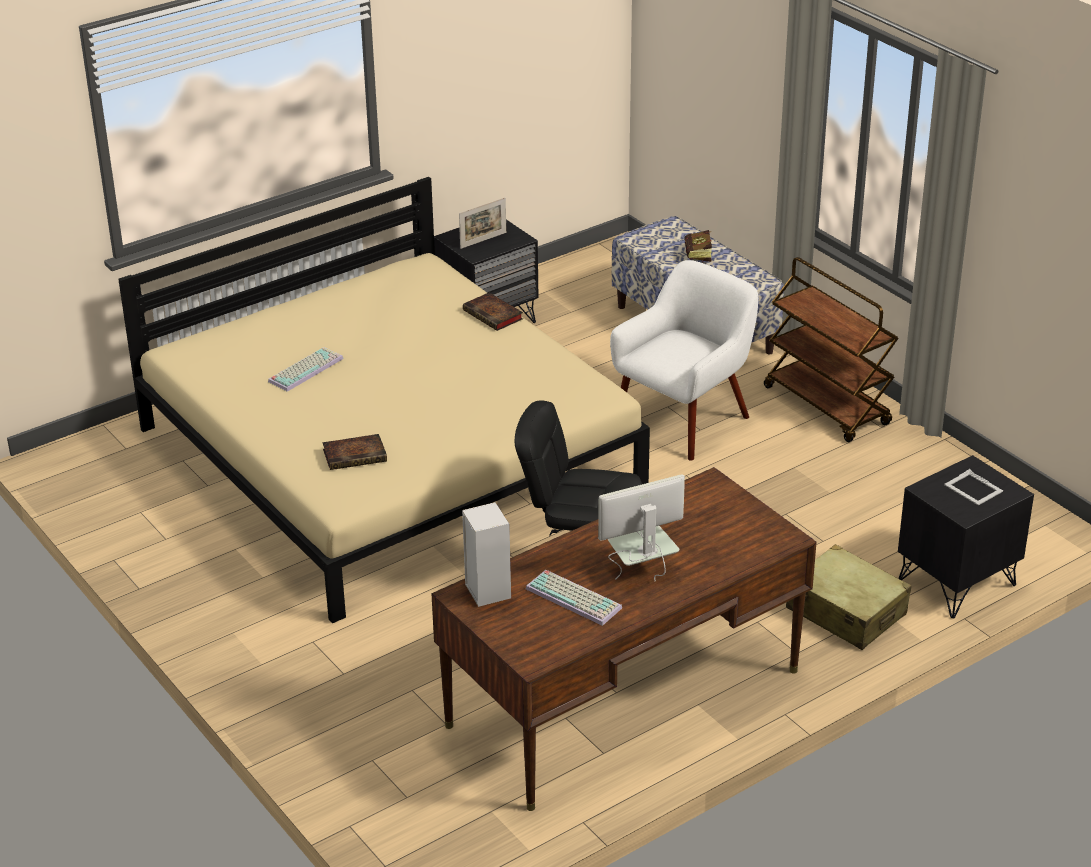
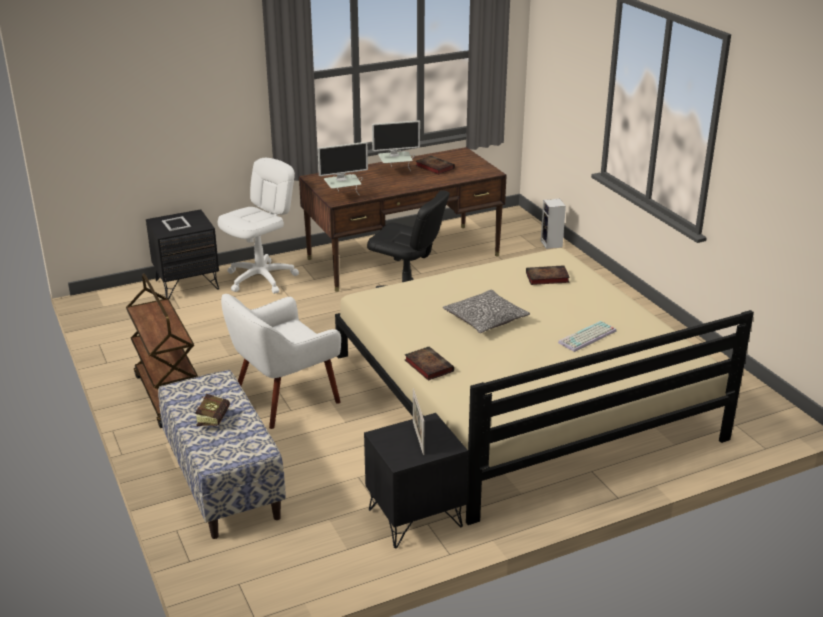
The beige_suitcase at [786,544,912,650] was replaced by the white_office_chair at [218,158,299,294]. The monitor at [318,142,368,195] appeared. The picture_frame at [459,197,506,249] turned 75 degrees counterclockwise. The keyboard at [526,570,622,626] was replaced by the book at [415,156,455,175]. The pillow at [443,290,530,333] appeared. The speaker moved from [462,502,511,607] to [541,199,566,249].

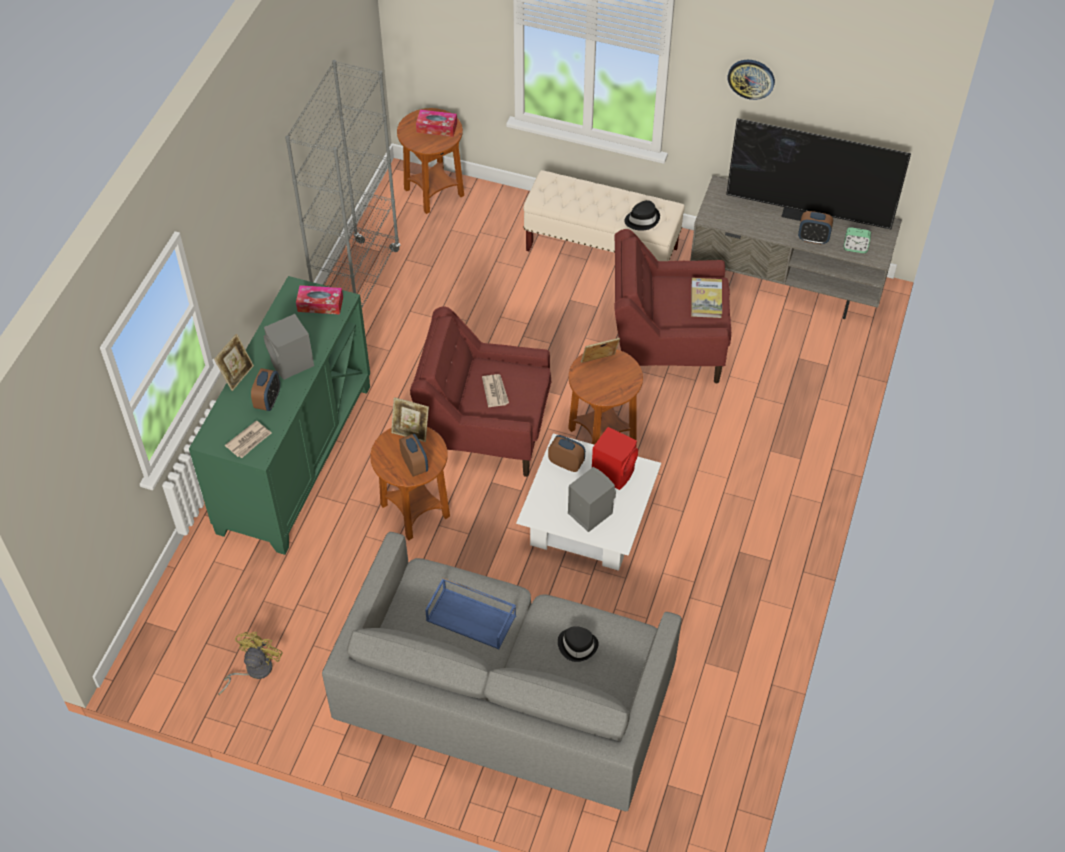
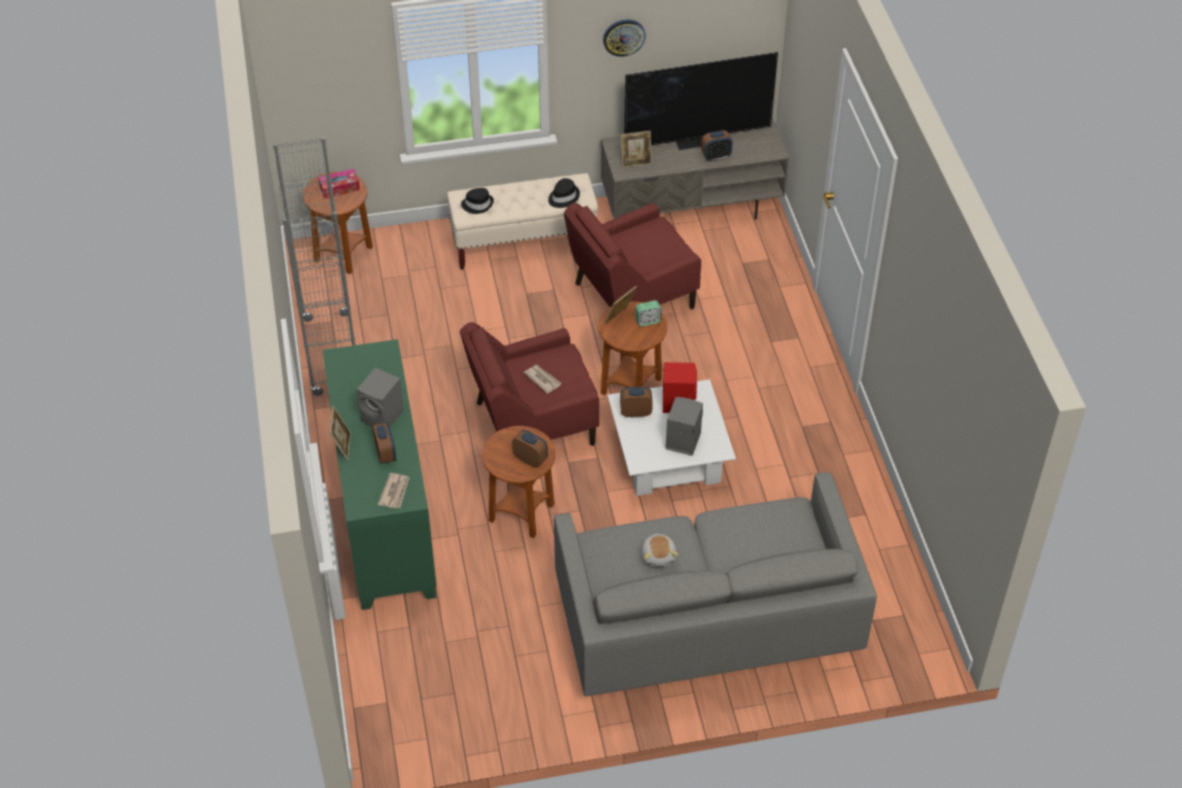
The black_hat moved from [558,626,599,662] to [461,188,494,214]. The picture_frame moved from [391,397,429,442] to [621,131,652,168]. The alarm_clock moved from [843,227,871,253] to [635,300,662,327]. The blue_tray at [425,577,516,649] was replaced by the plush_toy at [641,533,679,567]. The yellow_fan at [218,632,283,695] disappeared. The tissue_box at [296,285,343,315] disappeared. The book at [691,278,722,318] disappeared.

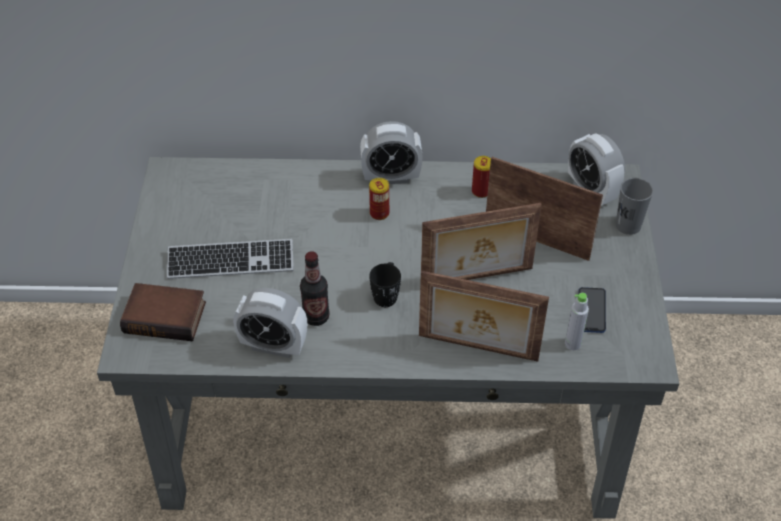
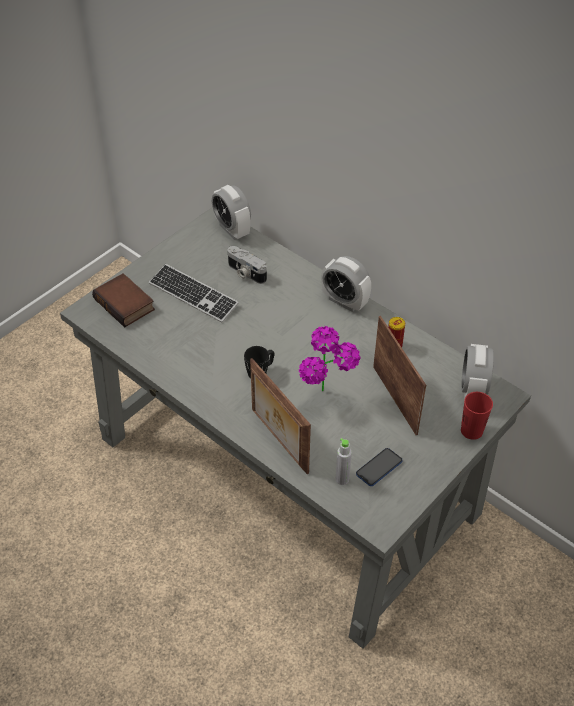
The alarm_clock moved from [233,288,307,358] to [212,185,251,240]. The photo_camera at [228,246,267,284] appeared. The picture_frame at [420,203,542,283] was replaced by the potted_plant at [299,326,361,391]. The grey_cup at [616,178,653,235] became the red_cup at [461,392,493,440]. The bottle at [300,251,330,326] disappeared. The can at [369,178,389,220] disappeared.

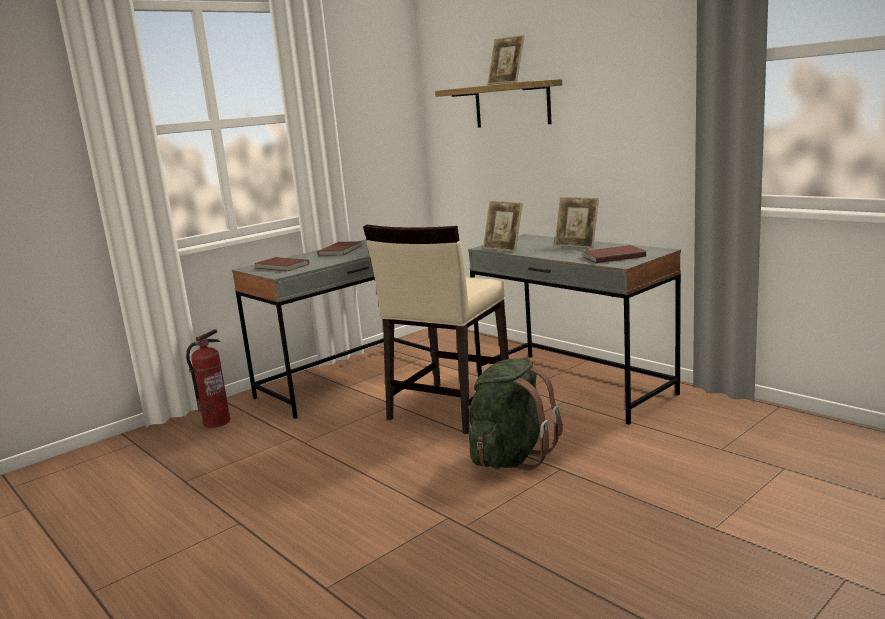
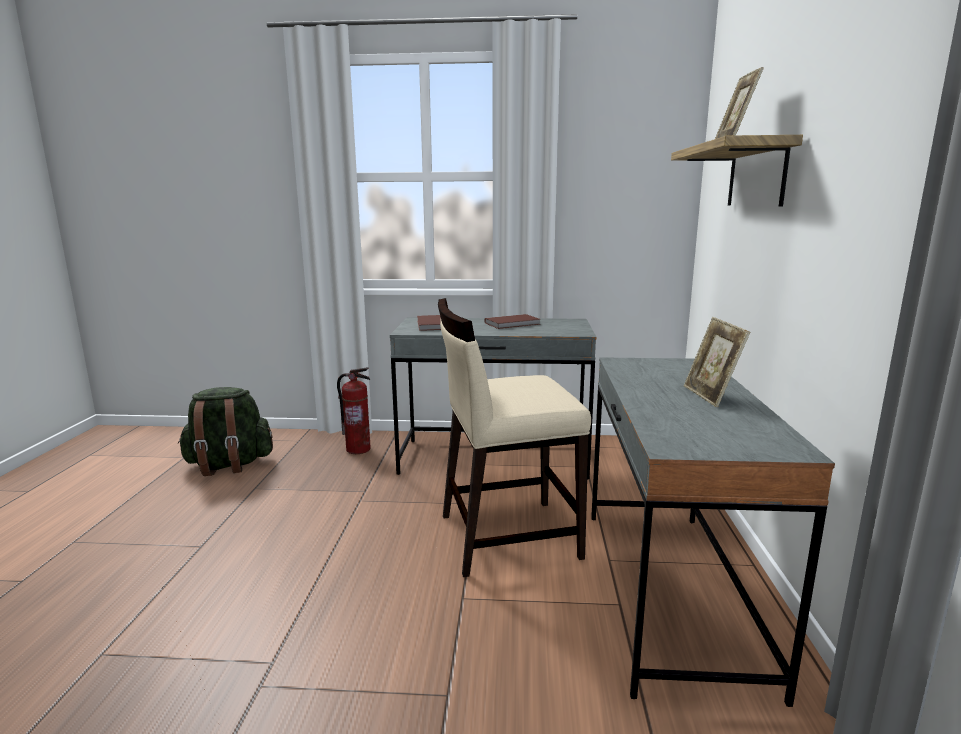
The green_backpack moved from [468,358,563,471] to [178,387,273,476]. The picture_frame at [483,201,523,252] disappeared. The brown_book at [582,245,646,263] disappeared.

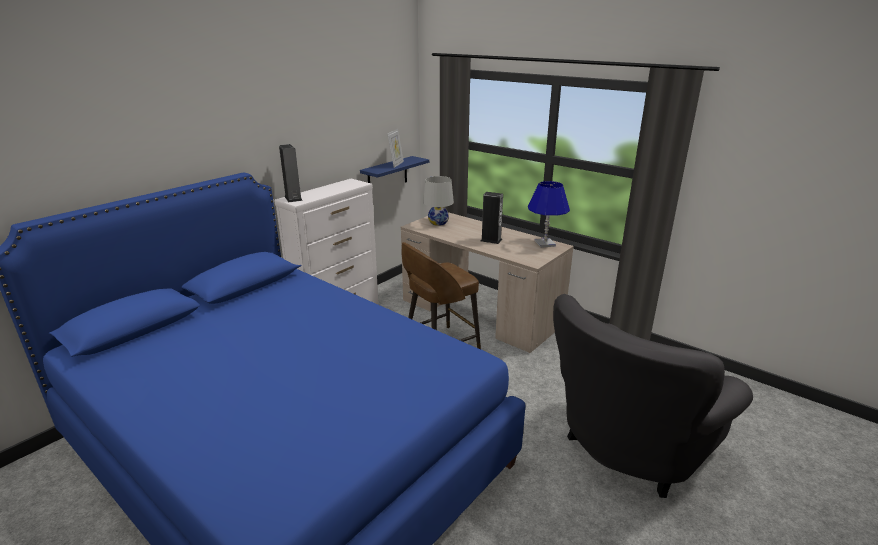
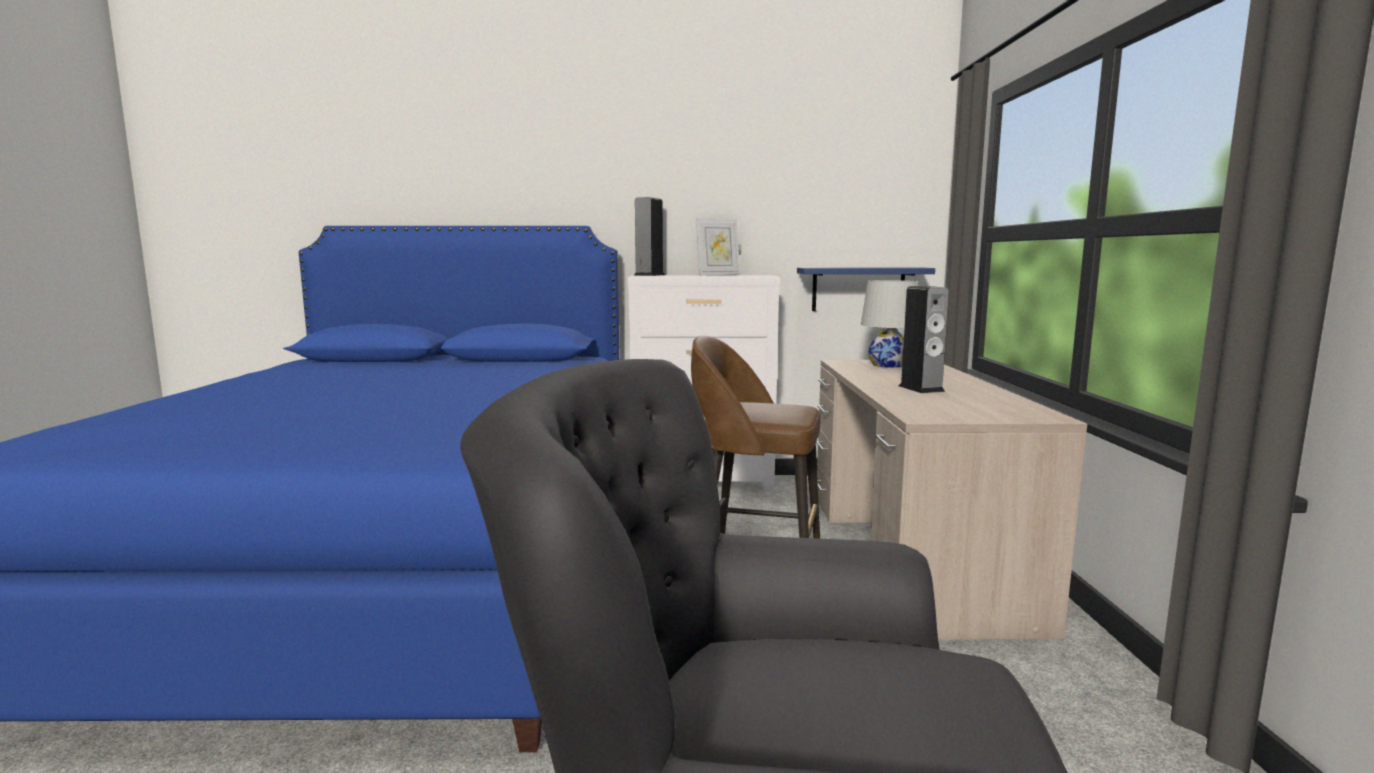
The picture_frame moved from [387,129,404,168] to [696,218,740,275]. The blue_table_lamp at [528,181,570,248] disappeared.

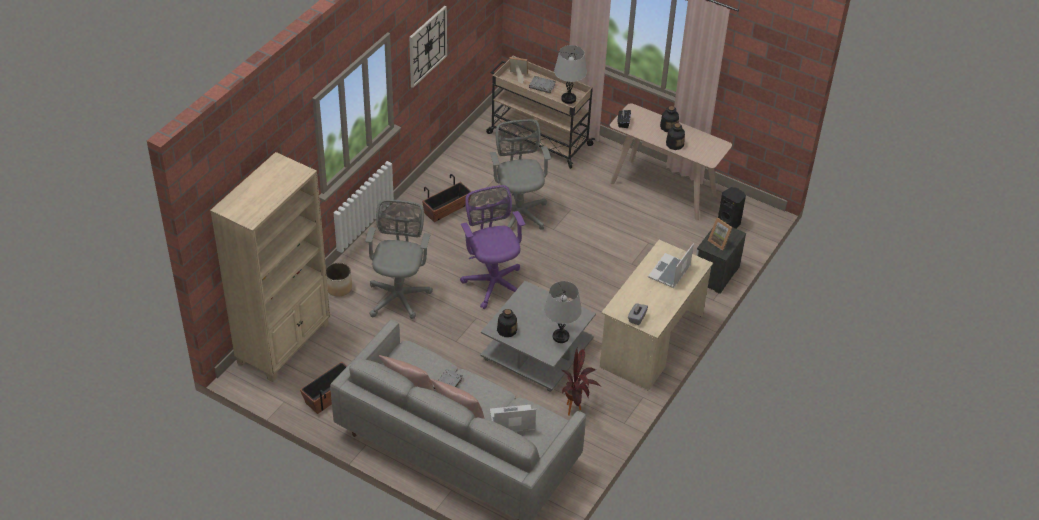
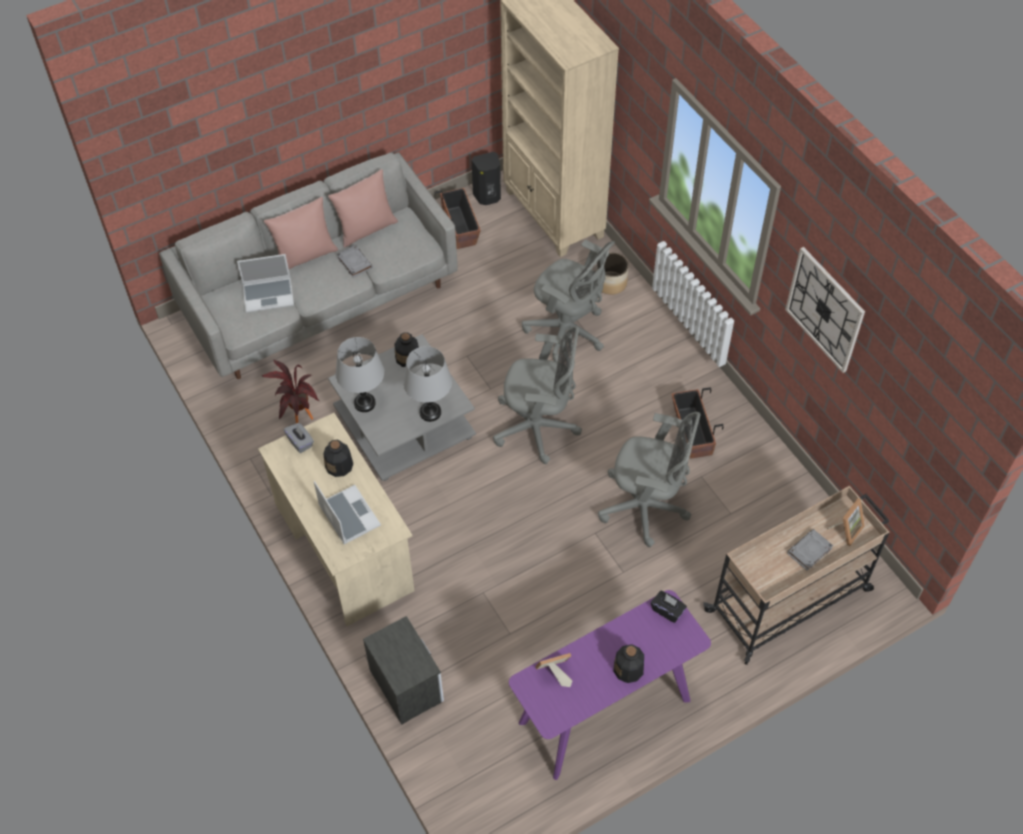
The laptop at [490,405,536,432] turned 60 degrees clockwise. The bottle moved from [666,123,685,150] to [324,440,353,477]. The grey_table_lamp moved from [554,45,587,104] to [403,346,452,422]. The black_speaker moved from [718,187,746,229] to [472,152,501,205]. The purple_office_chair at [460,185,525,309] became the grey_office_chair at [493,326,582,464]. The beige_console_table at [610,103,732,221] became the purple_console_table at [509,590,711,780]. The picture_frame moved from [708,218,733,251] to [535,653,573,687].

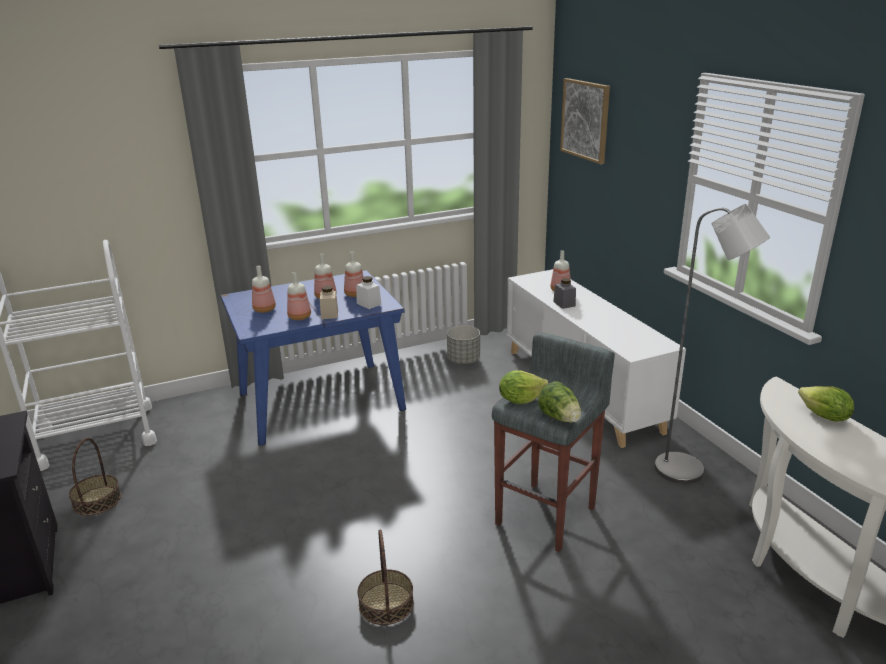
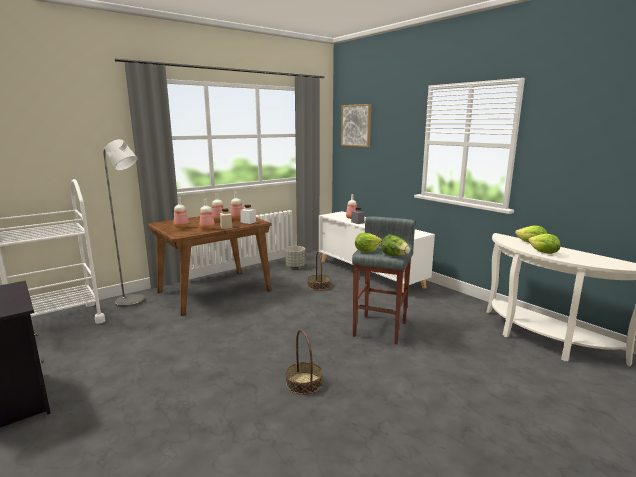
The grey_floor_lamp moved from [655,204,770,484] to [103,139,145,307]. The blue_dining_table at [220,270,406,446] became the brown_dining_table at [147,212,272,316]. The basket moved from [69,438,121,516] to [308,251,330,291]. The lettuce at [528,234,560,254] appeared.

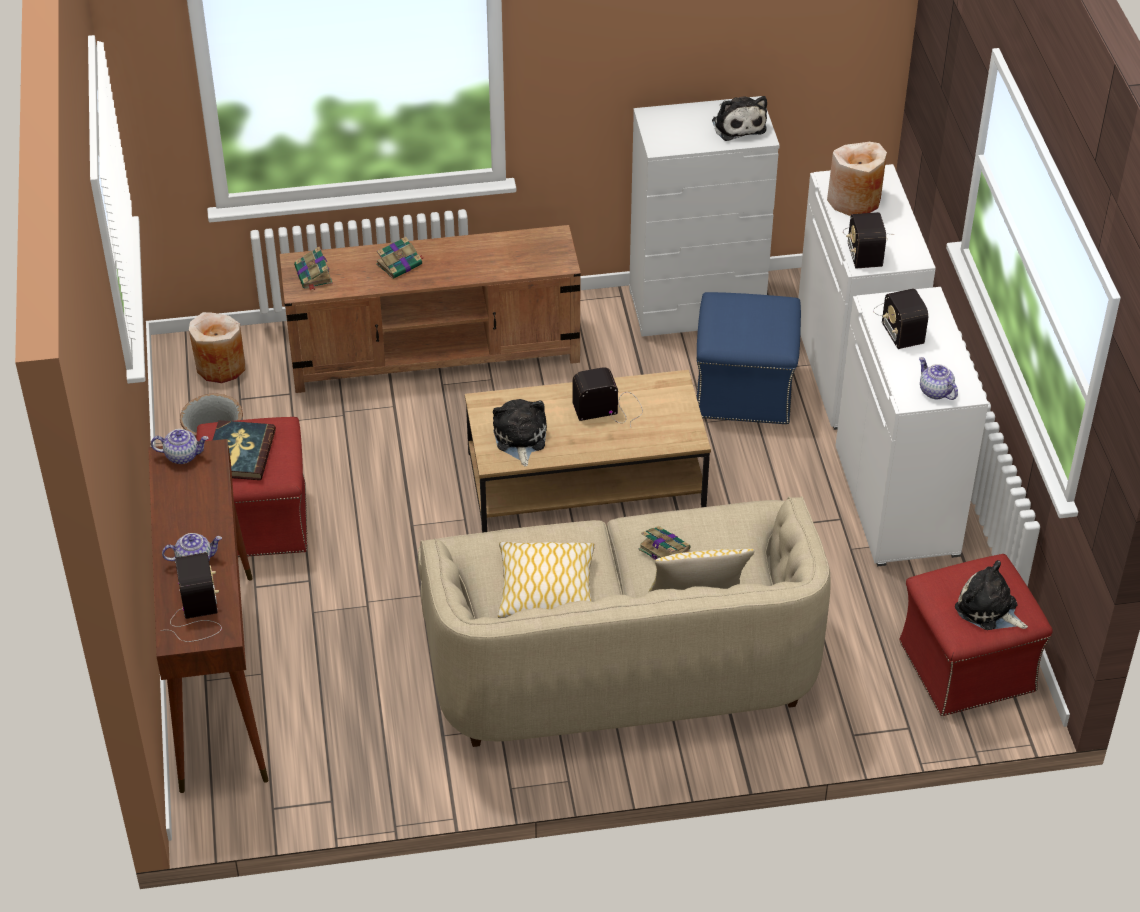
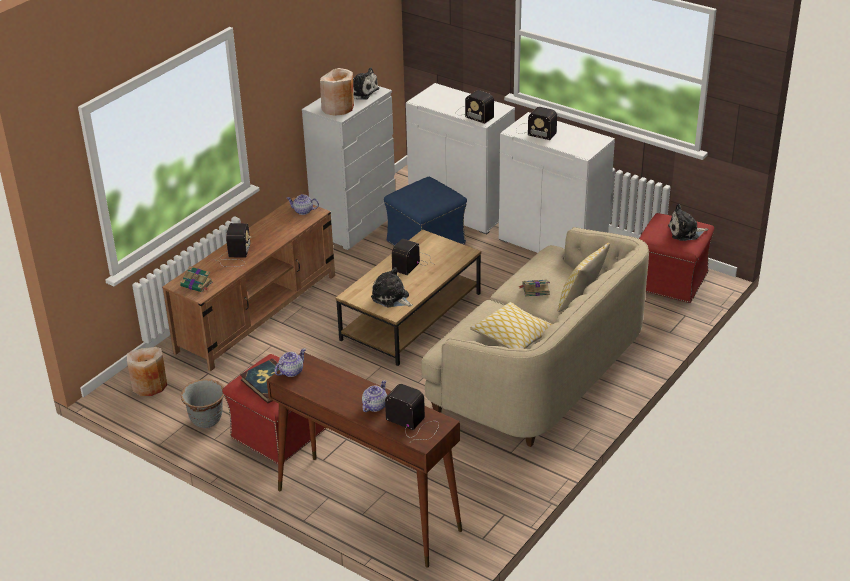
The book at [376,236,423,279] was replaced by the radio at [217,223,252,267]. The teapot moved from [919,357,958,400] to [287,194,319,215]. The beige_vase moved from [827,142,887,216] to [320,68,354,116].

